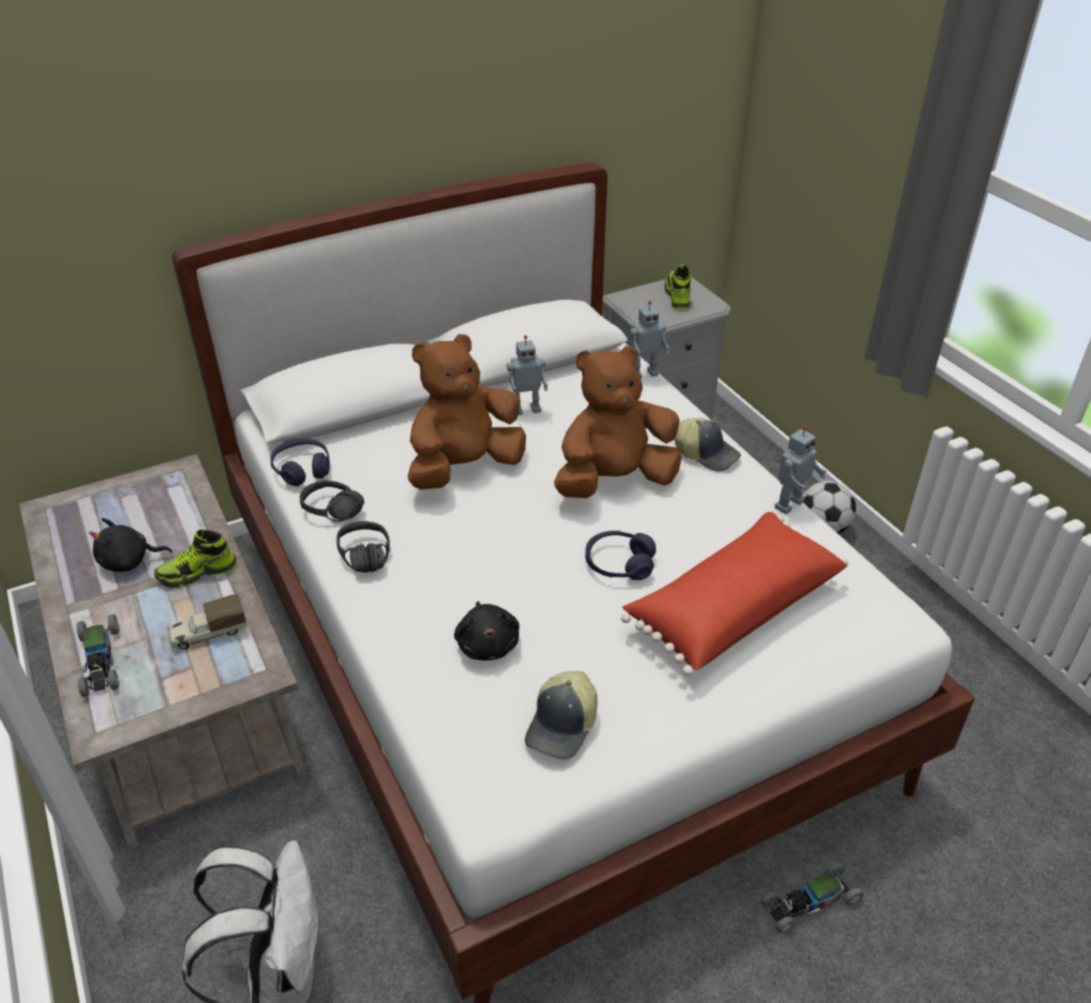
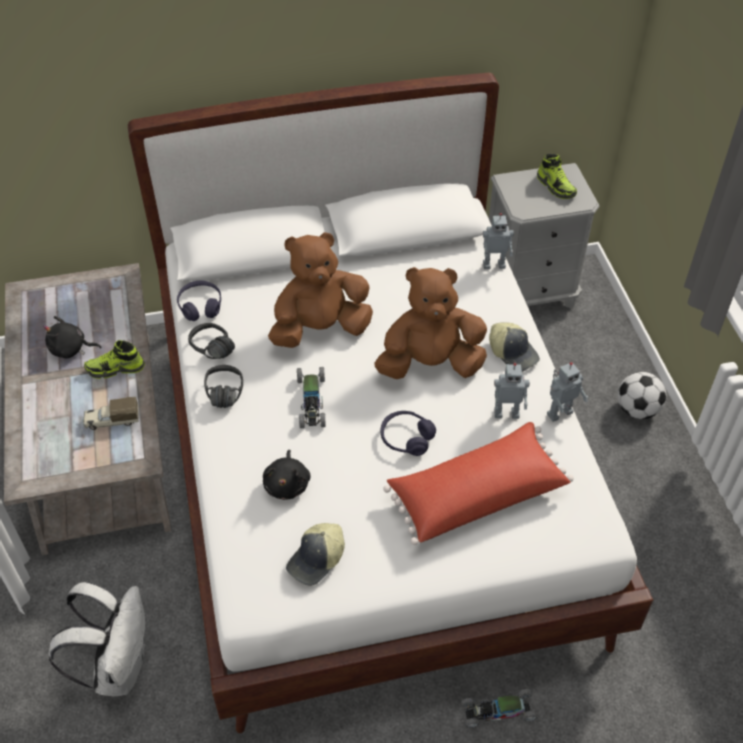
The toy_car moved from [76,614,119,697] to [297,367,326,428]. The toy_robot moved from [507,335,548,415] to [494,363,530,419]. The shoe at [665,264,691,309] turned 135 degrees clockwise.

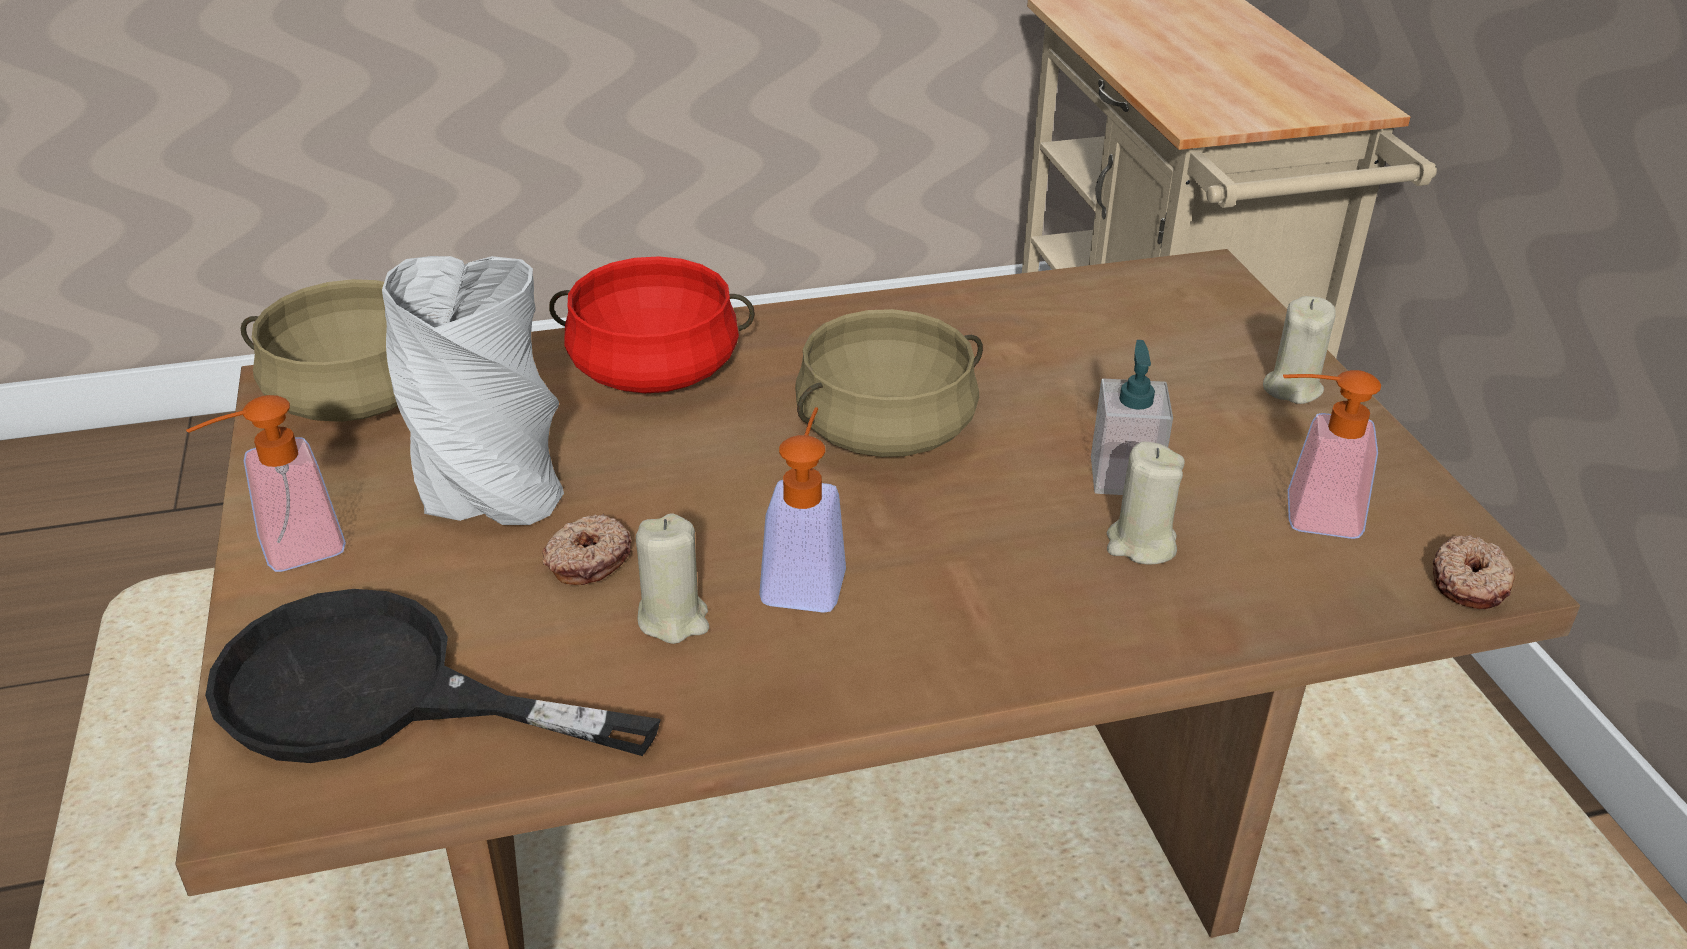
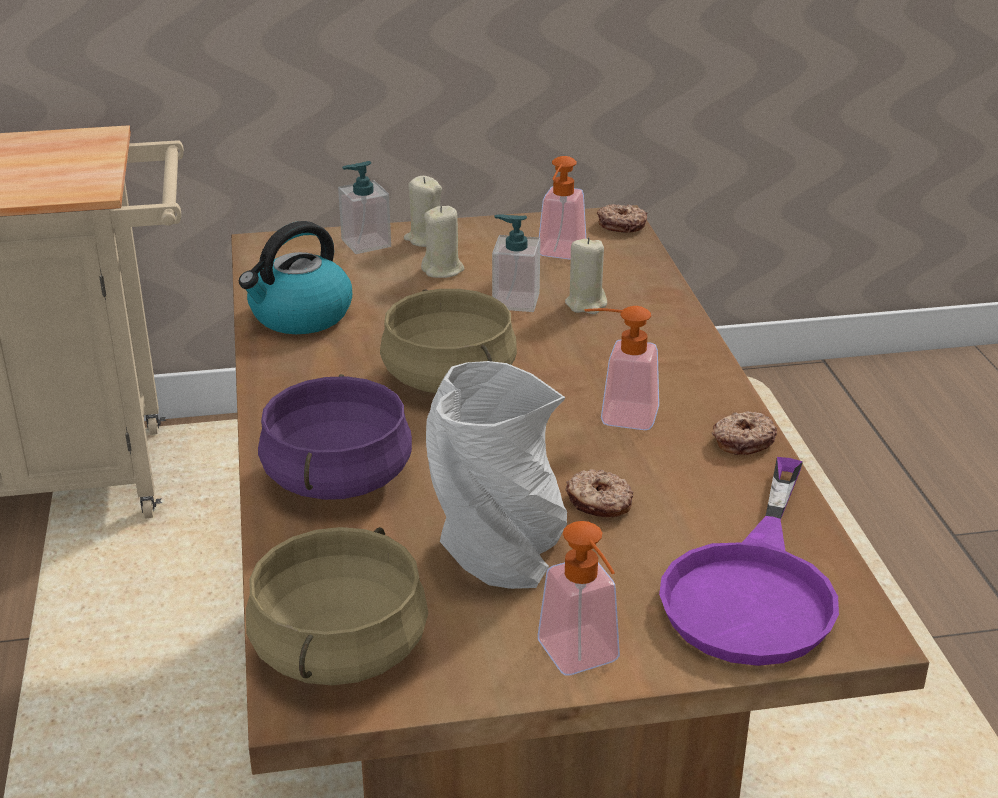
The kettle at [239,221,352,334] appeared. The red_cooking_pot at [549,256,755,393] became the purple_cooking_pot at [258,374,412,500]. The soap_dispenser at [338,161,391,254] appeared. The beige_candle moved from [636,513,709,644] to [421,206,465,278]. The black_frying_pan at [205,589,661,763] became the purple_frying_pan at [659,457,839,666]. The donut at [712,411,777,455] appeared.

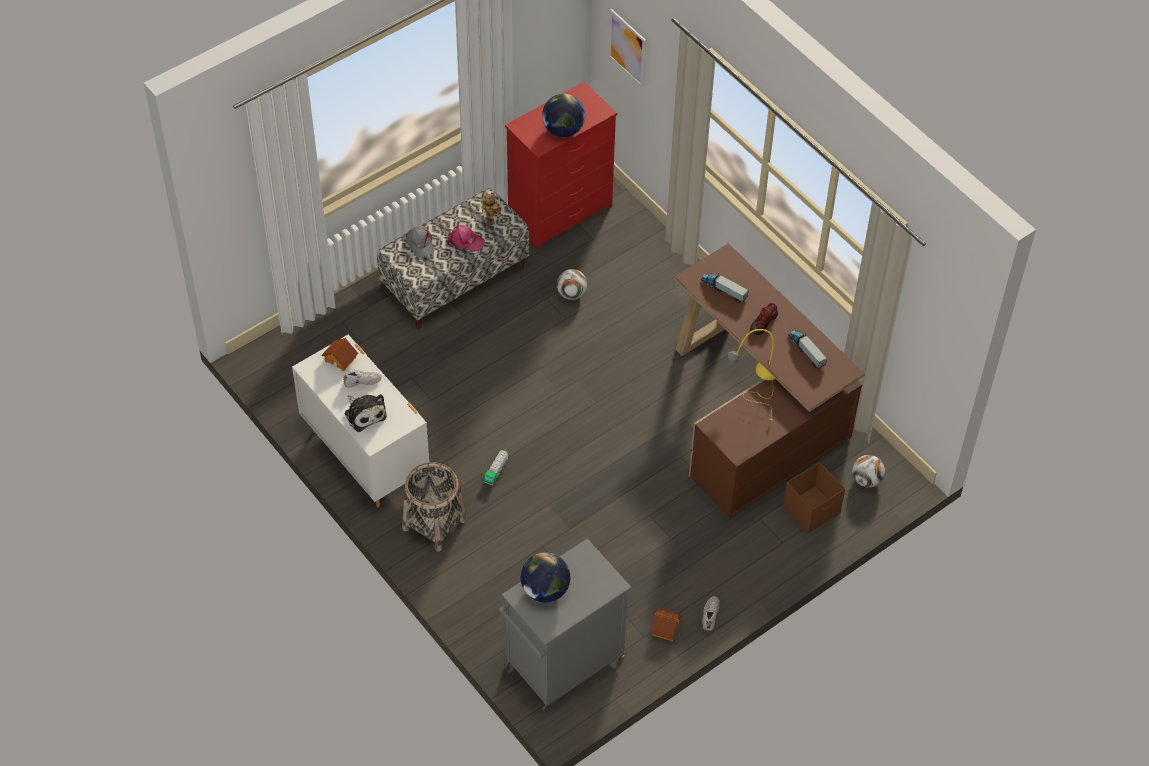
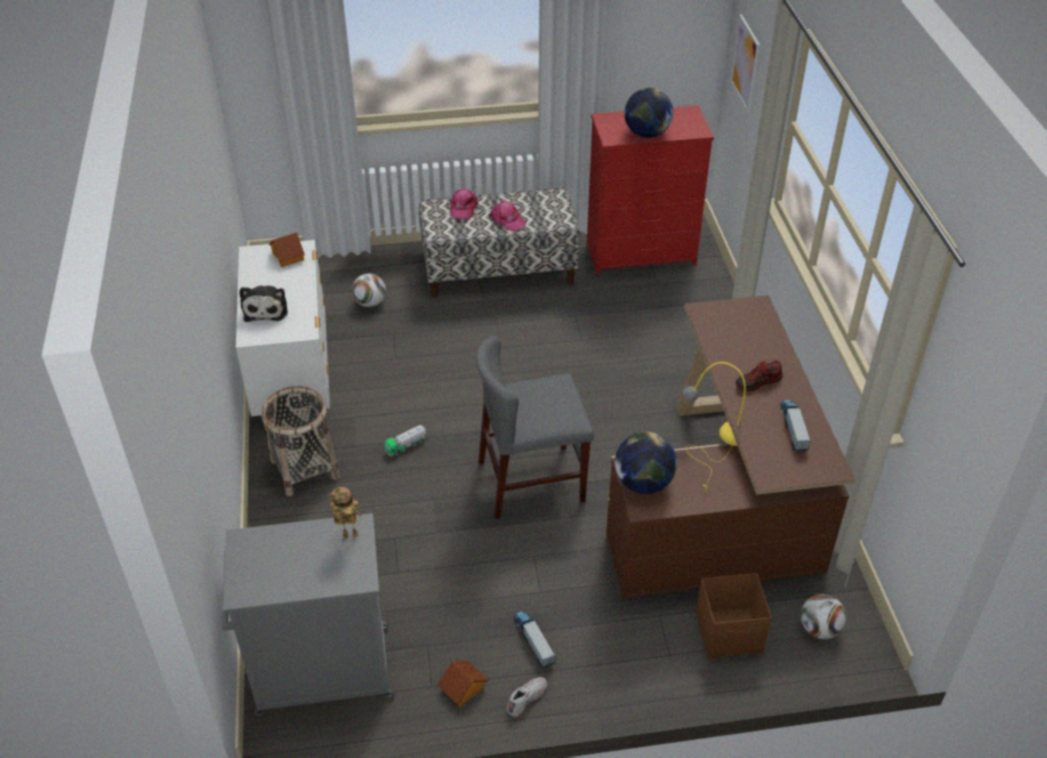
The toy_robot moved from [480,194,499,227] to [328,487,361,538]. The football moved from [557,269,587,300] to [352,273,386,307]. The grey_cap at [406,226,434,258] became the pink_cap at [450,189,478,219]. The grey_chair at [476,336,594,519] appeared. The toy_truck moved from [701,274,749,303] to [514,611,555,668]. The globe moved from [521,552,570,602] to [615,432,677,494]. The white_shoe at [343,369,382,388] disappeared.

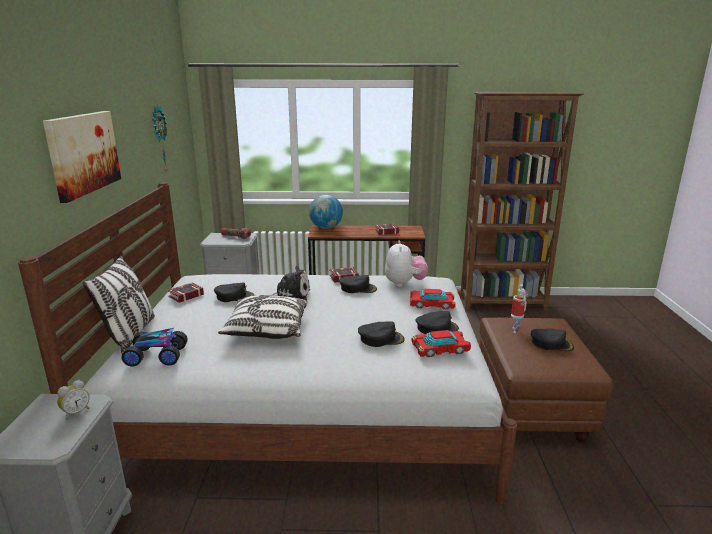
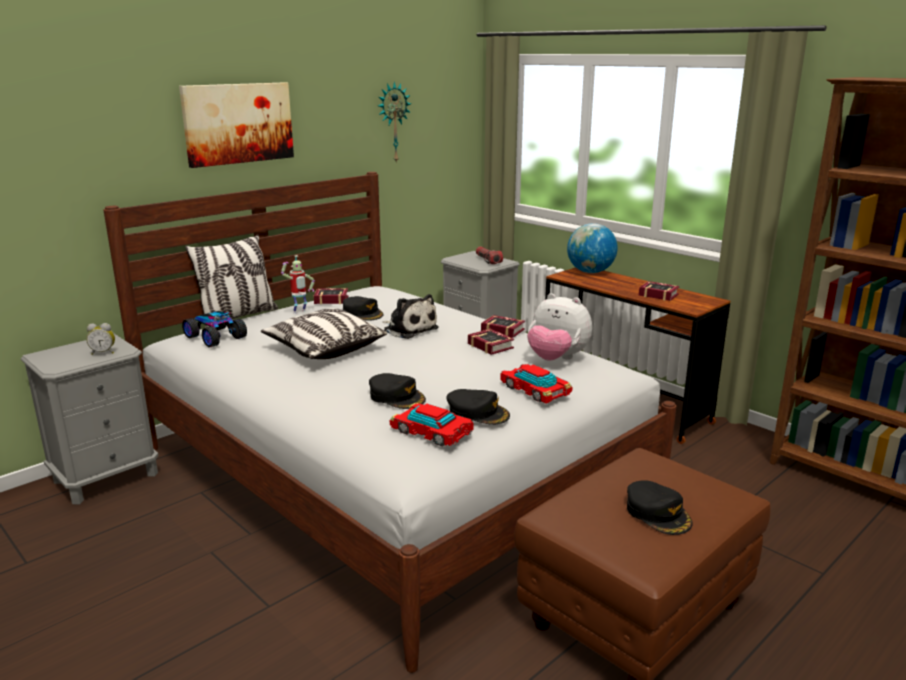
The toy_robot moved from [511,284,528,333] to [281,255,315,314]. The black_cap at [339,275,377,293] was replaced by the book at [468,329,514,355]. The plush_toy at [385,240,428,287] turned 75 degrees clockwise.

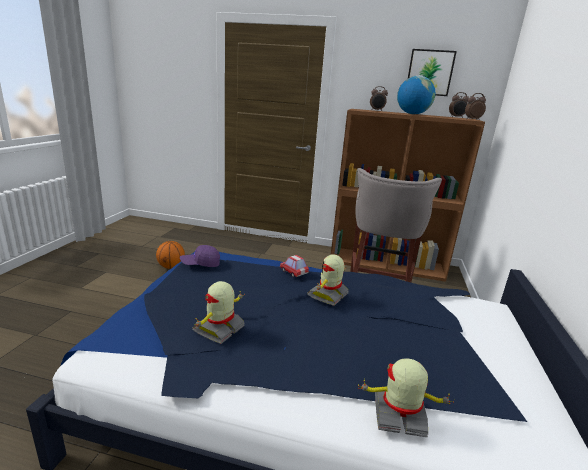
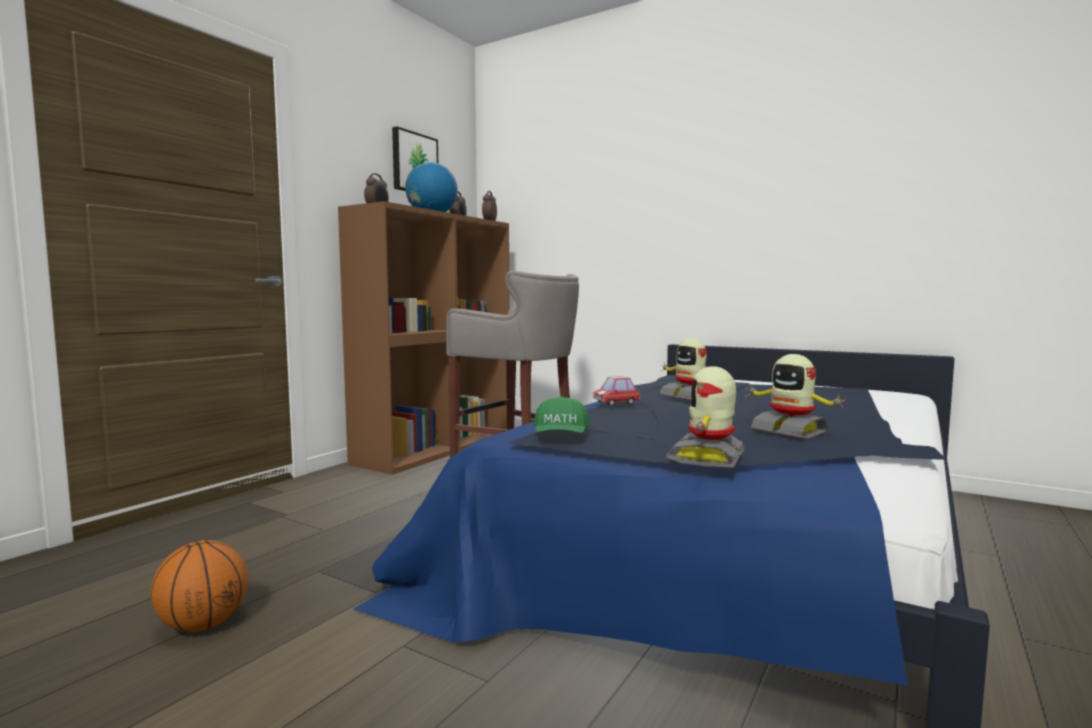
The purple_cap at [180,245,220,267] became the green_cap at [534,396,590,433]. The toy_robot moved from [357,358,454,437] to [666,366,744,467].

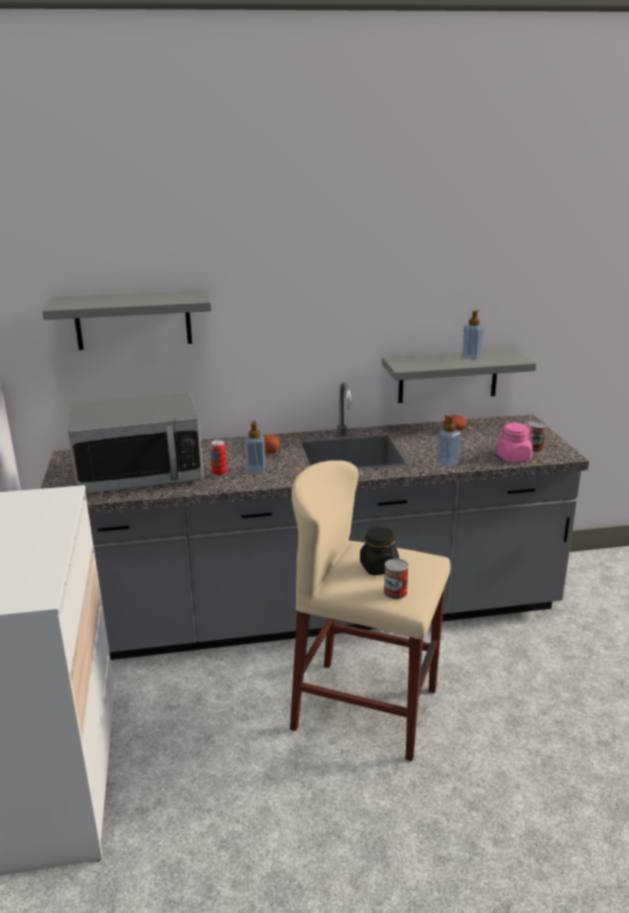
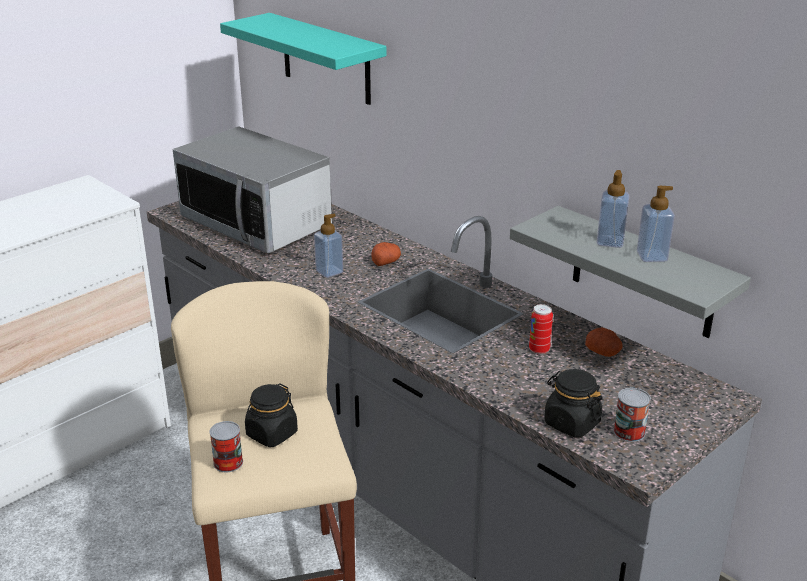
The grey_shelf at [42,290,212,350] became the turquoise_shelf at [220,13,387,105]. The can moved from [210,440,227,476] to [529,304,553,354]. The pink_jar at [497,423,533,462] became the black_jar at [544,369,603,438]. The soap_dispenser moved from [436,415,461,467] to [597,170,629,248].

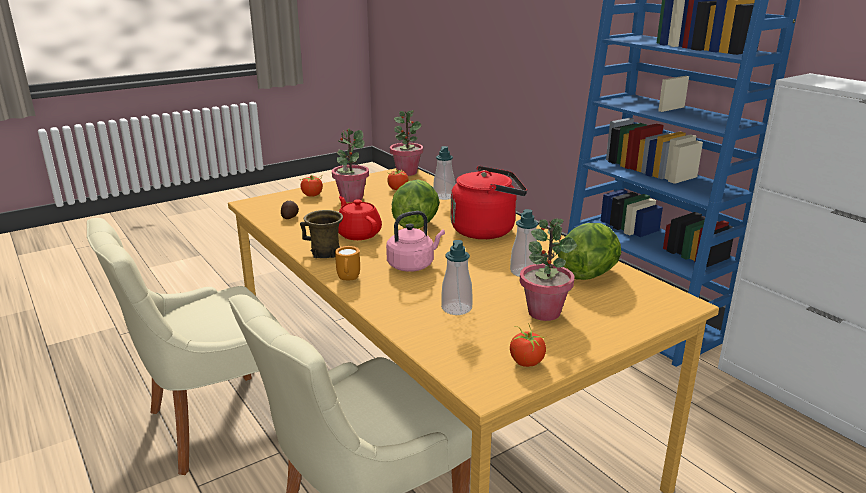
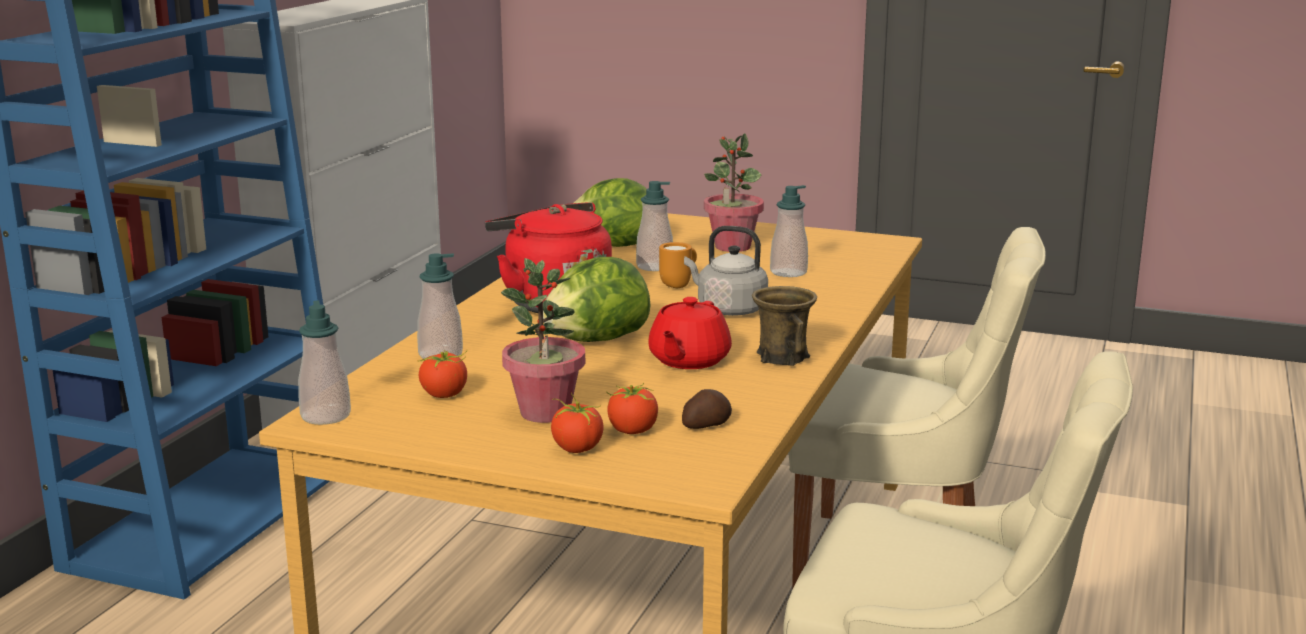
The potted_plant at [390,110,423,176] was replaced by the soap_dispenser at [298,300,351,425]. The tomato moved from [510,325,547,367] to [606,383,658,434]. The orange_mug moved from [335,246,360,280] to [659,242,697,288]. The pink_kettle at [386,211,445,272] became the grey_kettle at [684,226,768,316].

